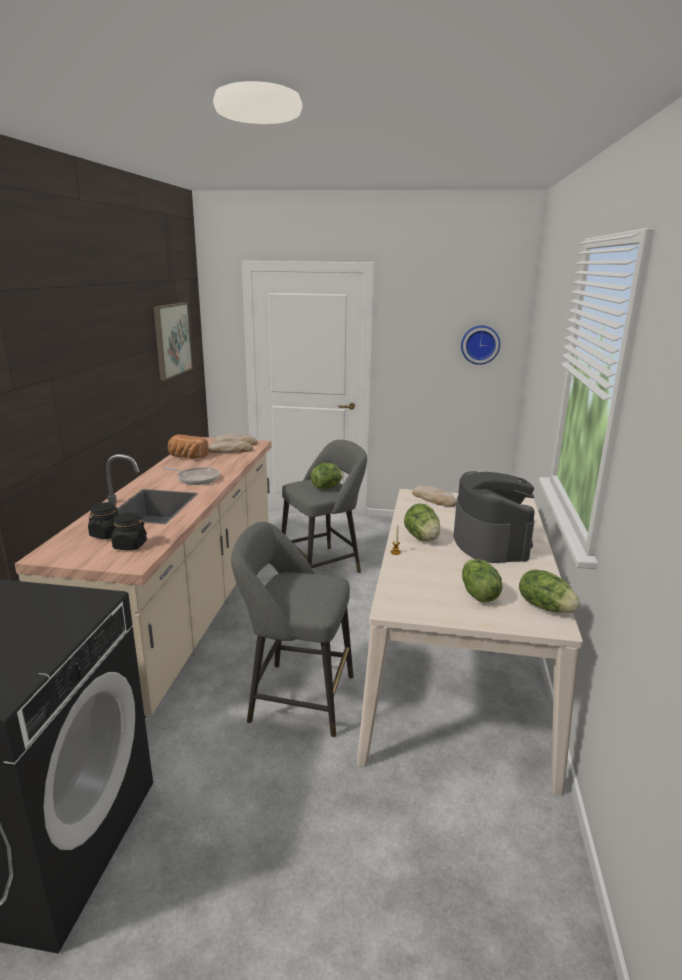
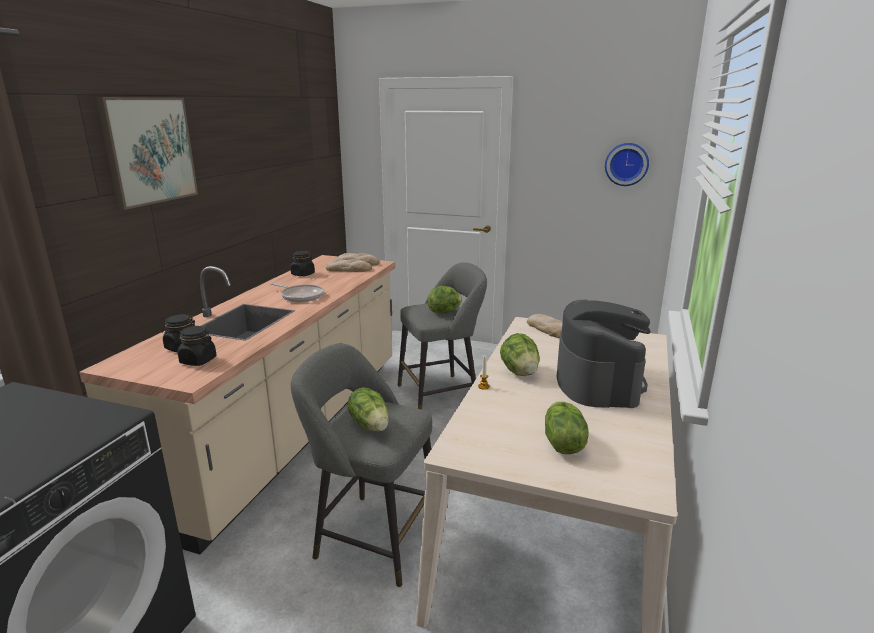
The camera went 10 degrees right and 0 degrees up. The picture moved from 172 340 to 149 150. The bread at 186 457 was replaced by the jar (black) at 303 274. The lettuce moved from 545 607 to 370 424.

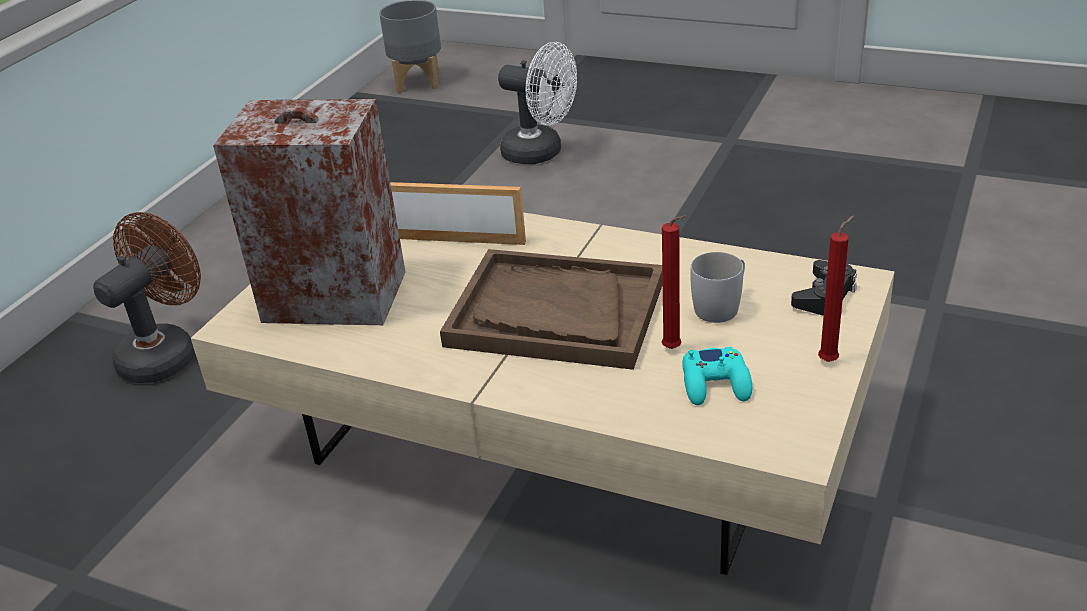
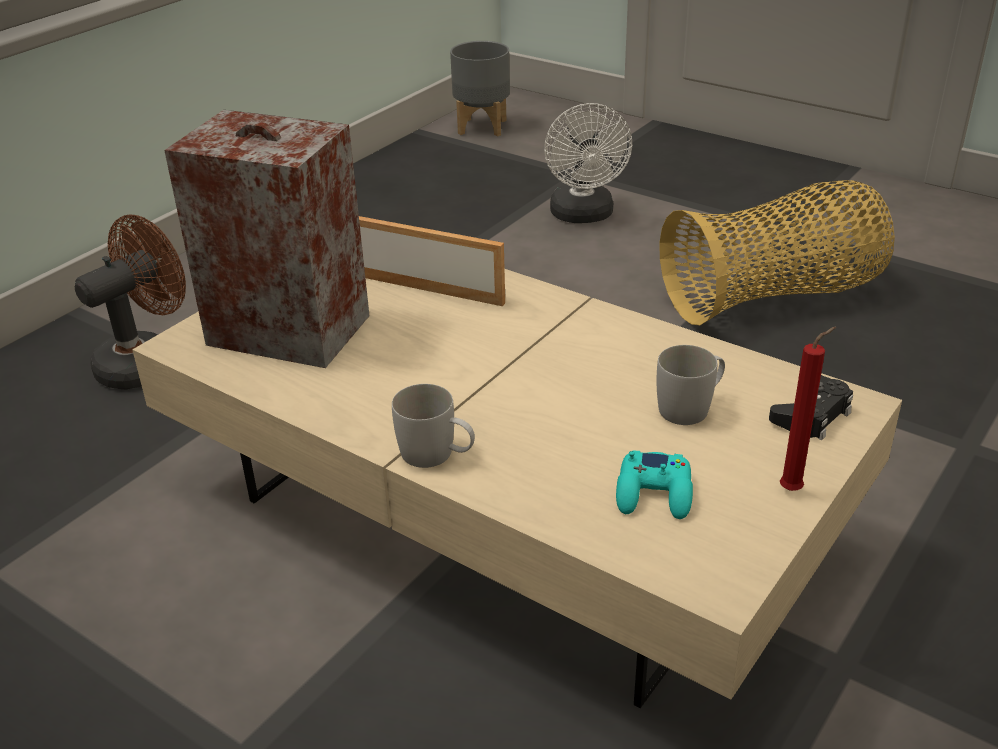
The camera went 10 degrees right and 0 degrees up. The fan (white) at 541 153 turned 45 degrees clockwise. The candle (red) at 674 350 disappeared. The tray (brown) at 555 313 disappeared. The basket at 773 297 appeared. The mug (white) at 437 455 appeared.

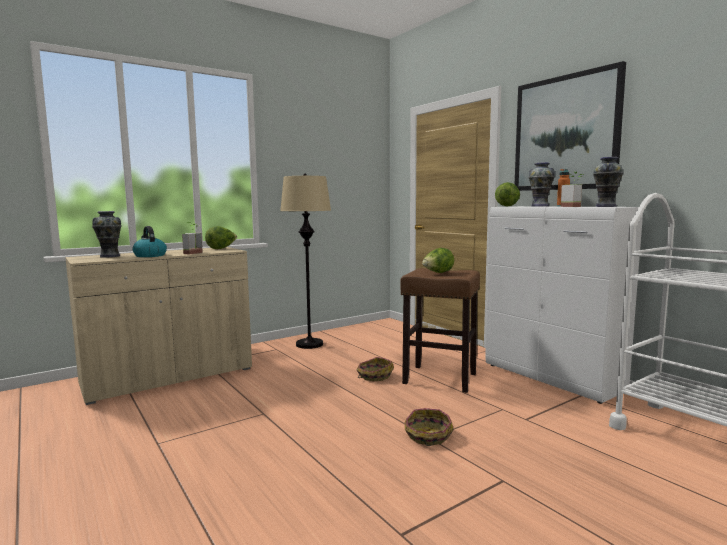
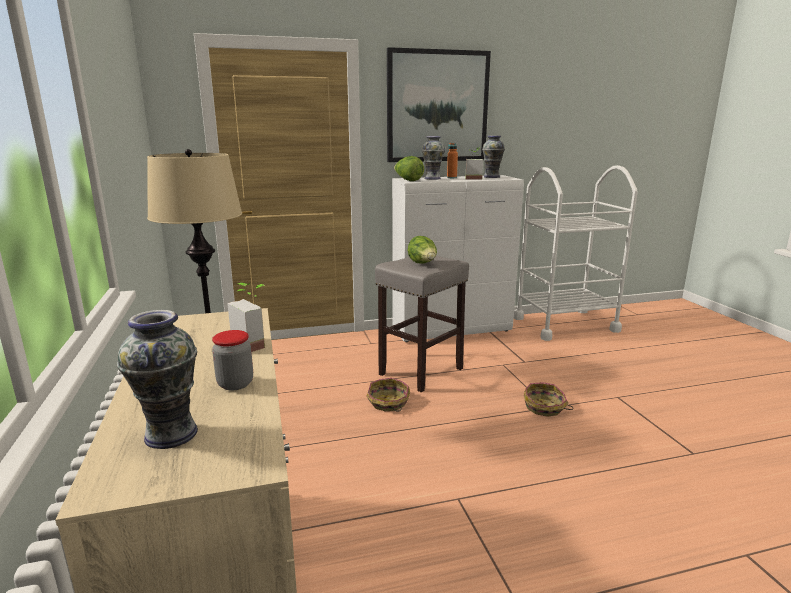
The camera went 70 degrees left and 10 degrees up. The kettle at 149 255 was replaced by the jar at 235 384. The lettuce at 221 248 disappeared. The stool (brown) at 439 378 became the stool (grey) at 420 372.

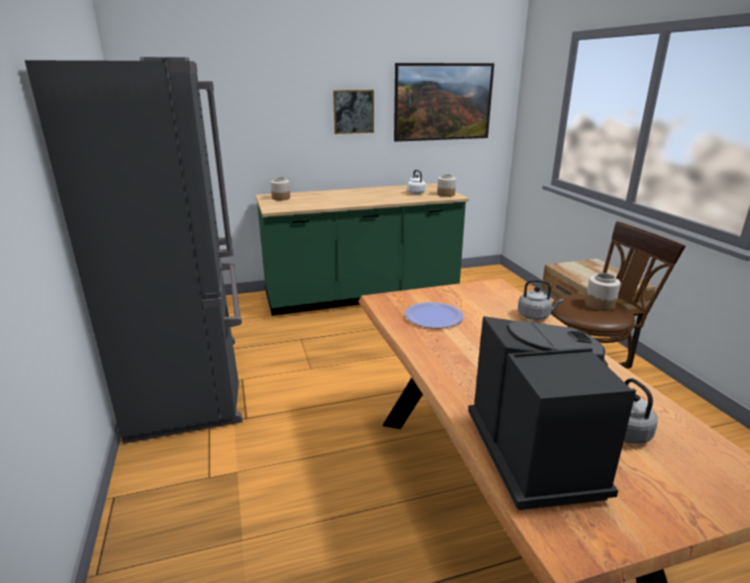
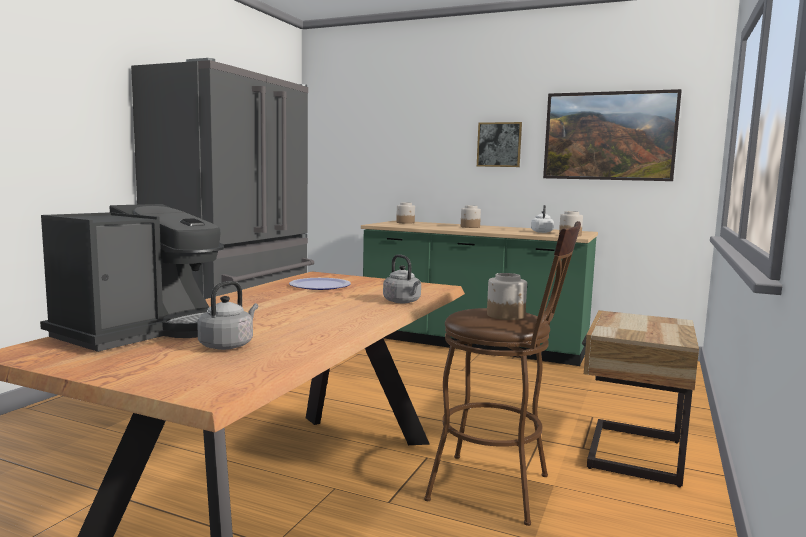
The camera went 40 degrees right and 15 degrees down. The jar at 470 227 appeared.

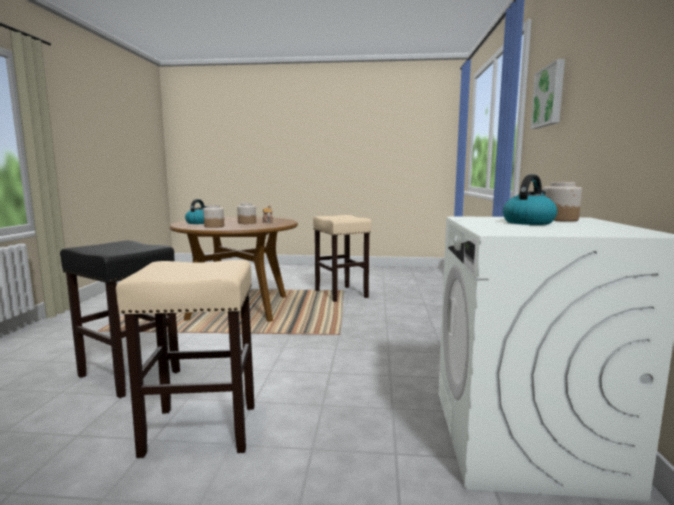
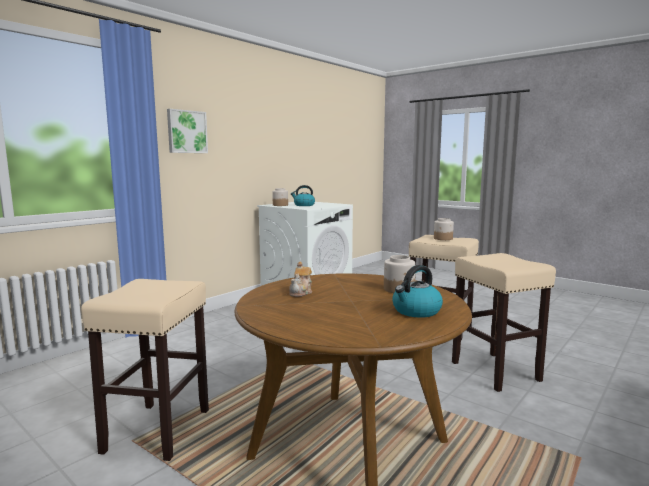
The camera went 145 degrees left and 0 degrees up. The jar moved from 247 223 to 443 238. The stool (black) at 128 374 became the stool (beige) at 496 371.

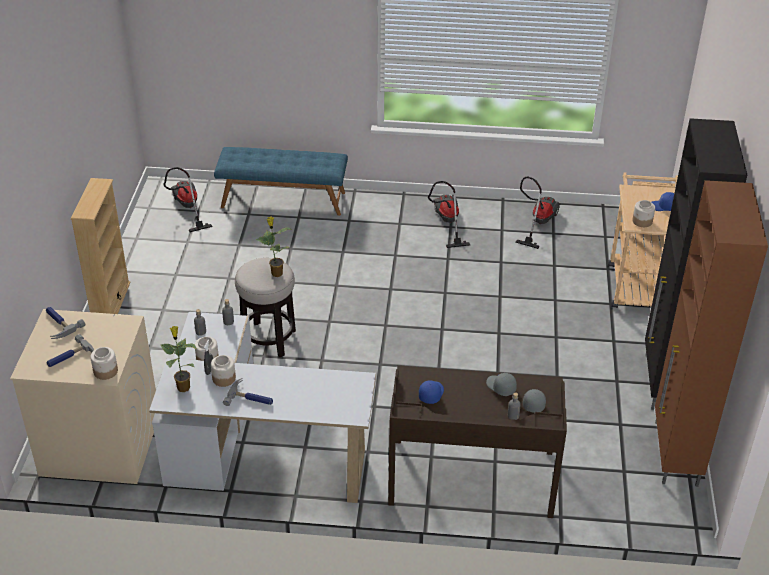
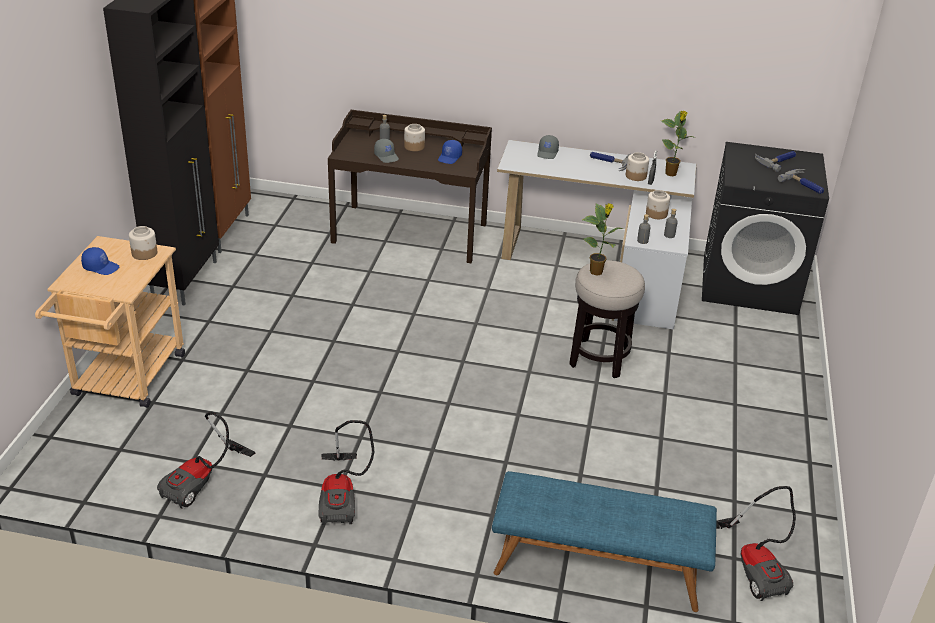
The camera went 175 degrees left and 5 degrees down. The bookcase (beige) at 111 302 disappeared. The washing machine (beige) at 99 445 became the washing machine (black) at 750 284. The jar moved from 106 371 to 414 146. The cap (grey) moved from 533 402 to 548 153.

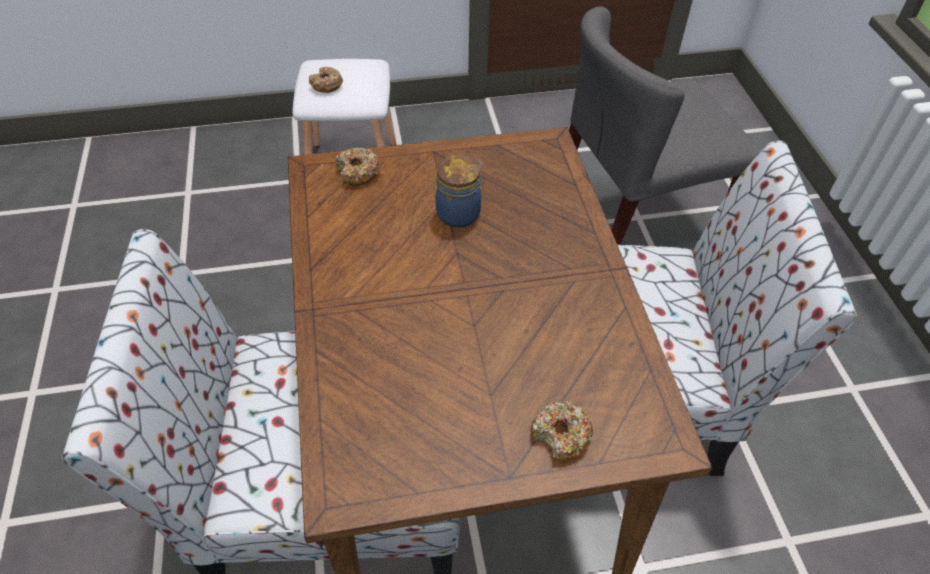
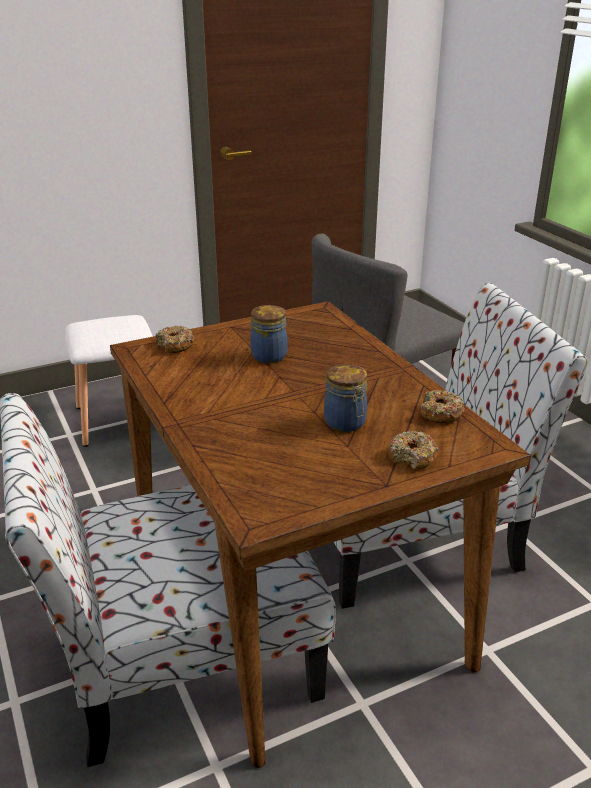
The camera went 15 degrees left and 20 degrees down. The donut moved from 326 85 to 440 413. The jar at 346 423 appeared.

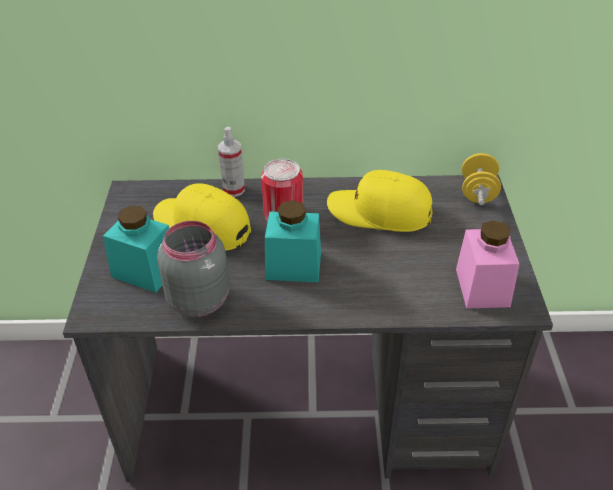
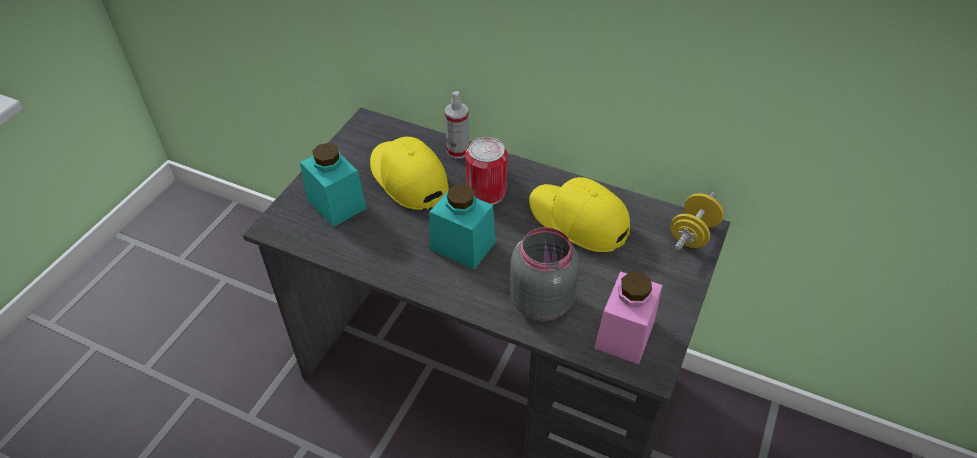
The camera went 25 degrees right and 5 degrees up. The jar (grey) moved from 198 299 to 541 300.

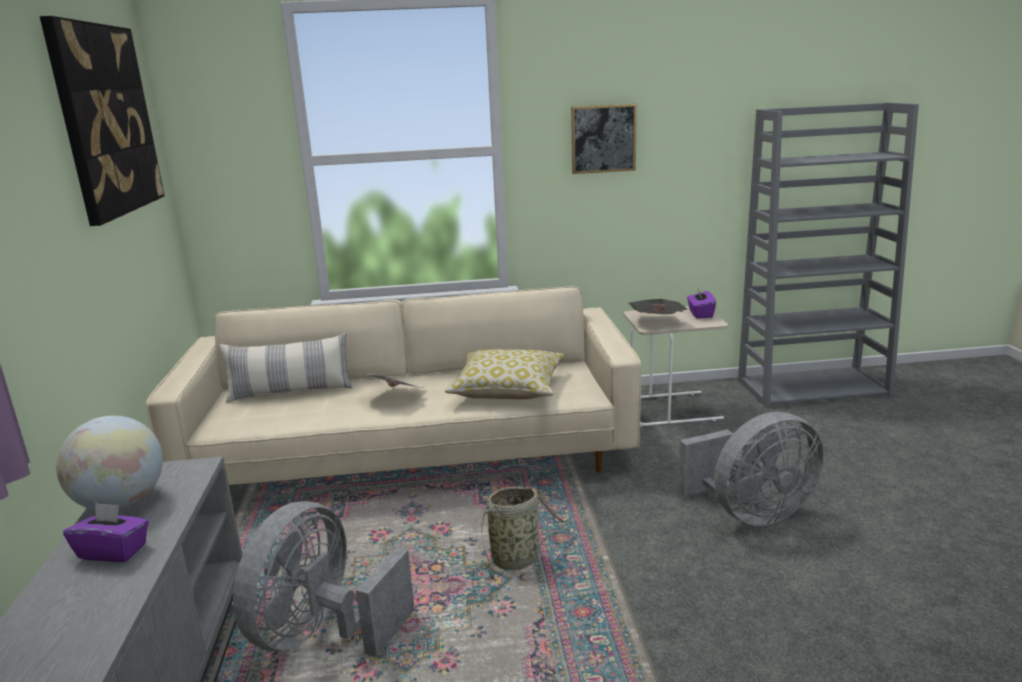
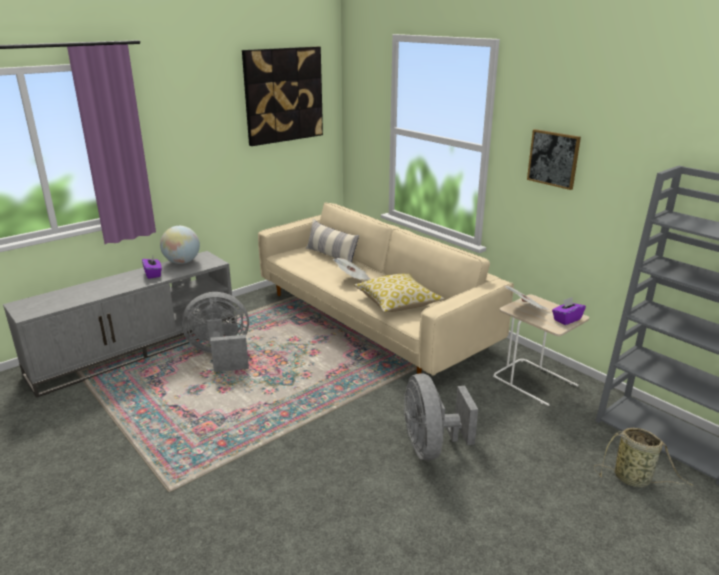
The camera went 55 degrees right and 5 degrees up. The fan (grey) at 751 513 turned 45 degrees clockwise. The basket moved from 518 559 to 634 479.

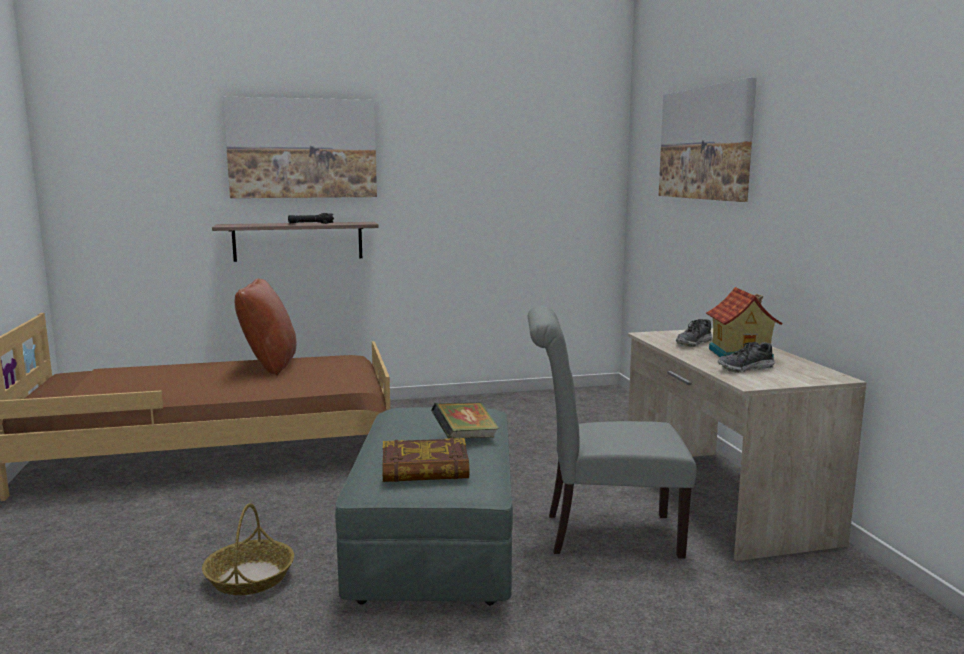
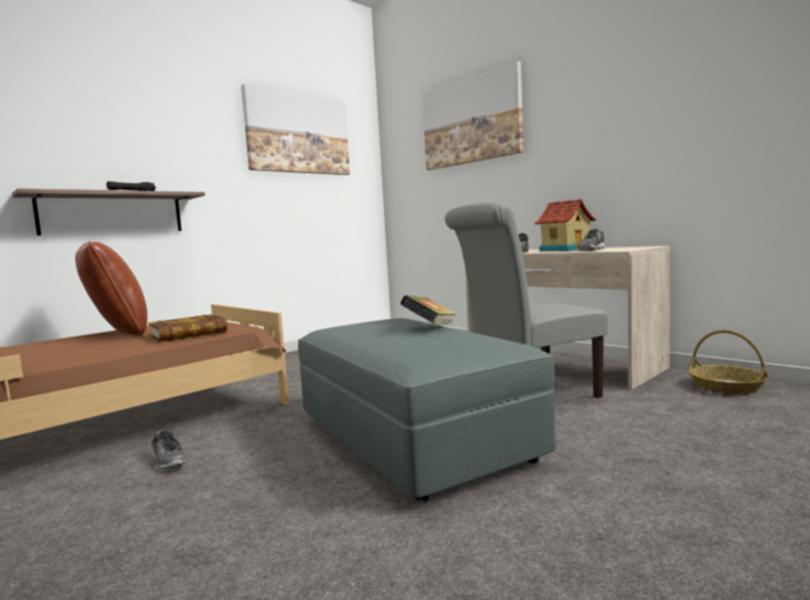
The camera went 30 degrees left and 5 degrees down. The picture moved from 302 148 to 298 134. The book moved from 425 468 to 188 334. The basket moved from 249 577 to 725 386. The shoe at 169 461 appeared.

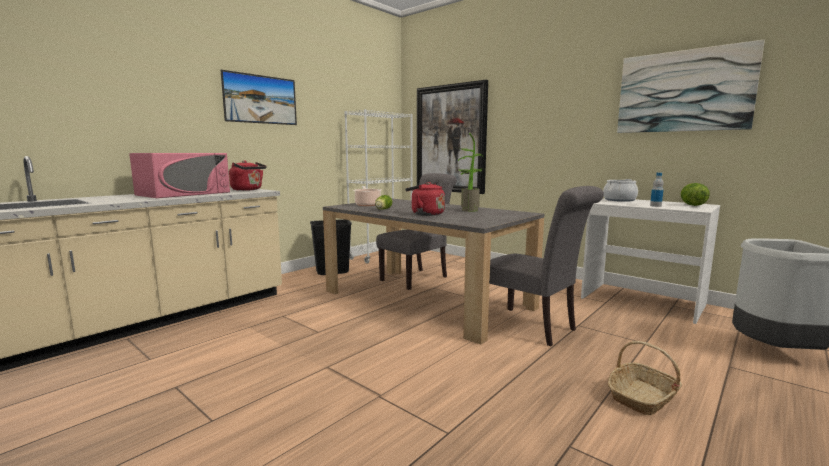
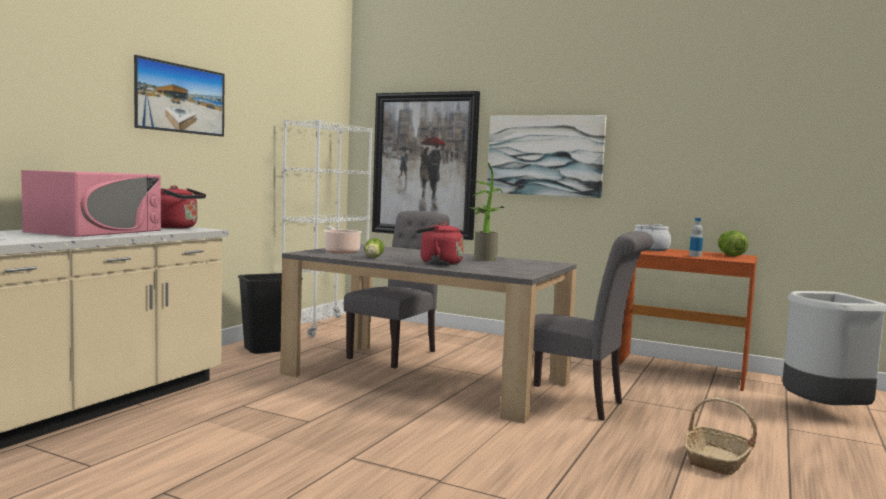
The camera went 15 degrees left and 5 degrees down. The picture moved from 683 91 to 544 155. The desk (white) at 641 301 became the desk (brown) at 679 371.

